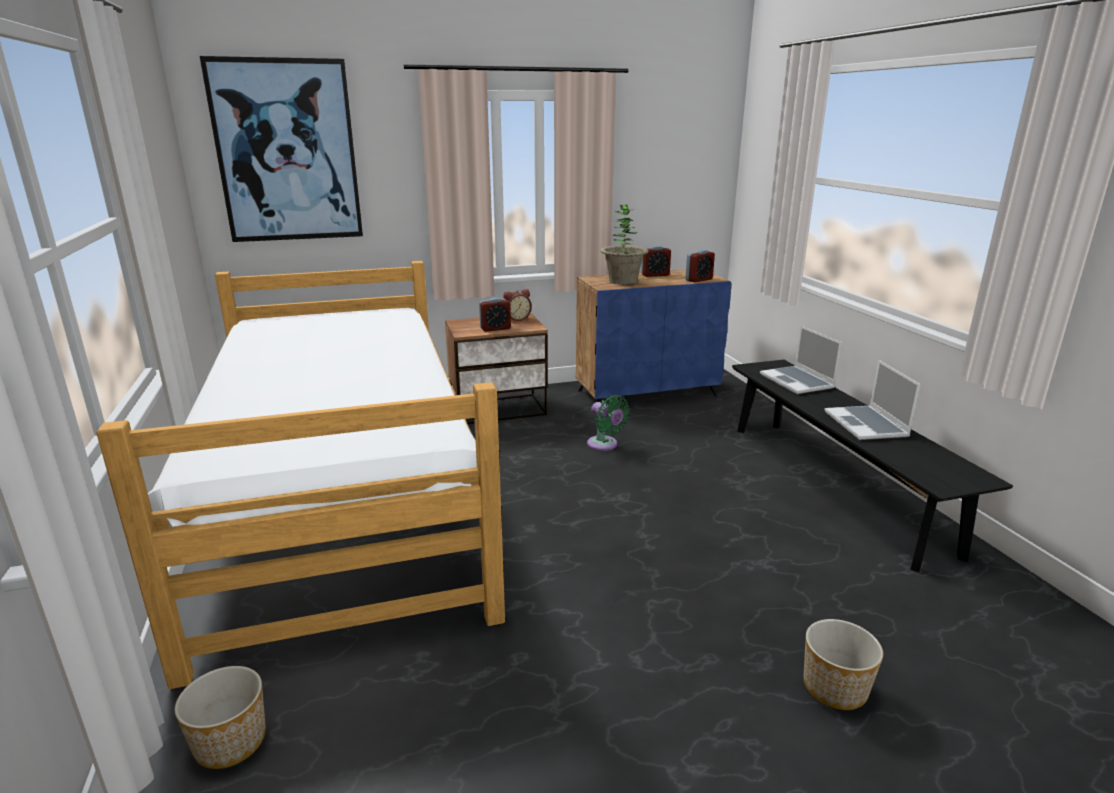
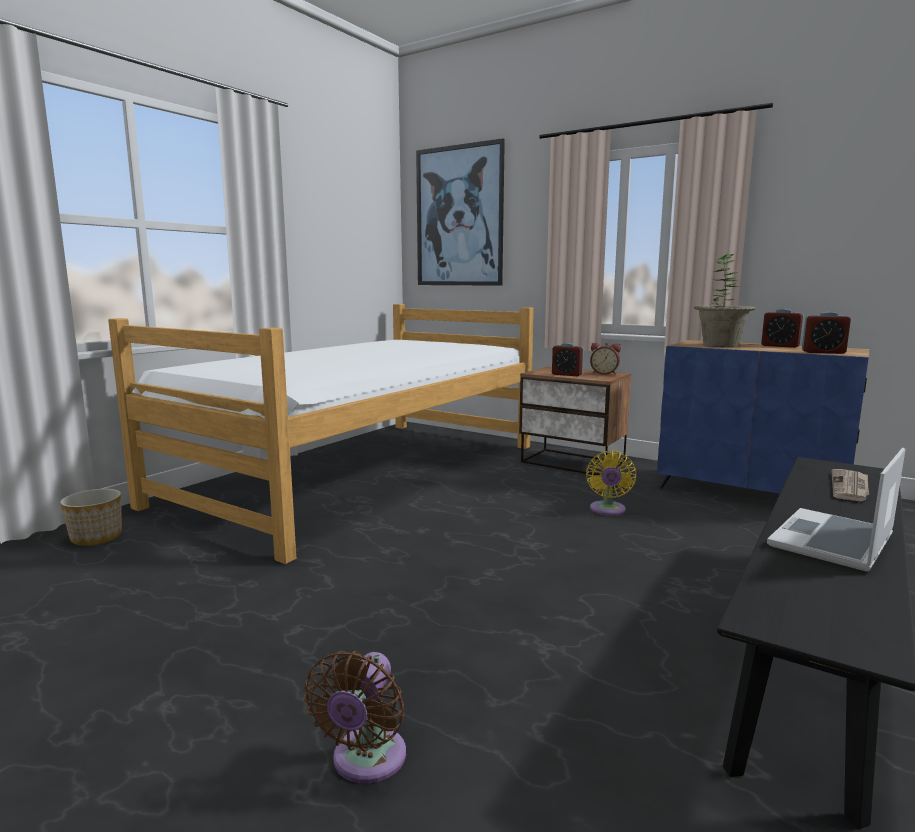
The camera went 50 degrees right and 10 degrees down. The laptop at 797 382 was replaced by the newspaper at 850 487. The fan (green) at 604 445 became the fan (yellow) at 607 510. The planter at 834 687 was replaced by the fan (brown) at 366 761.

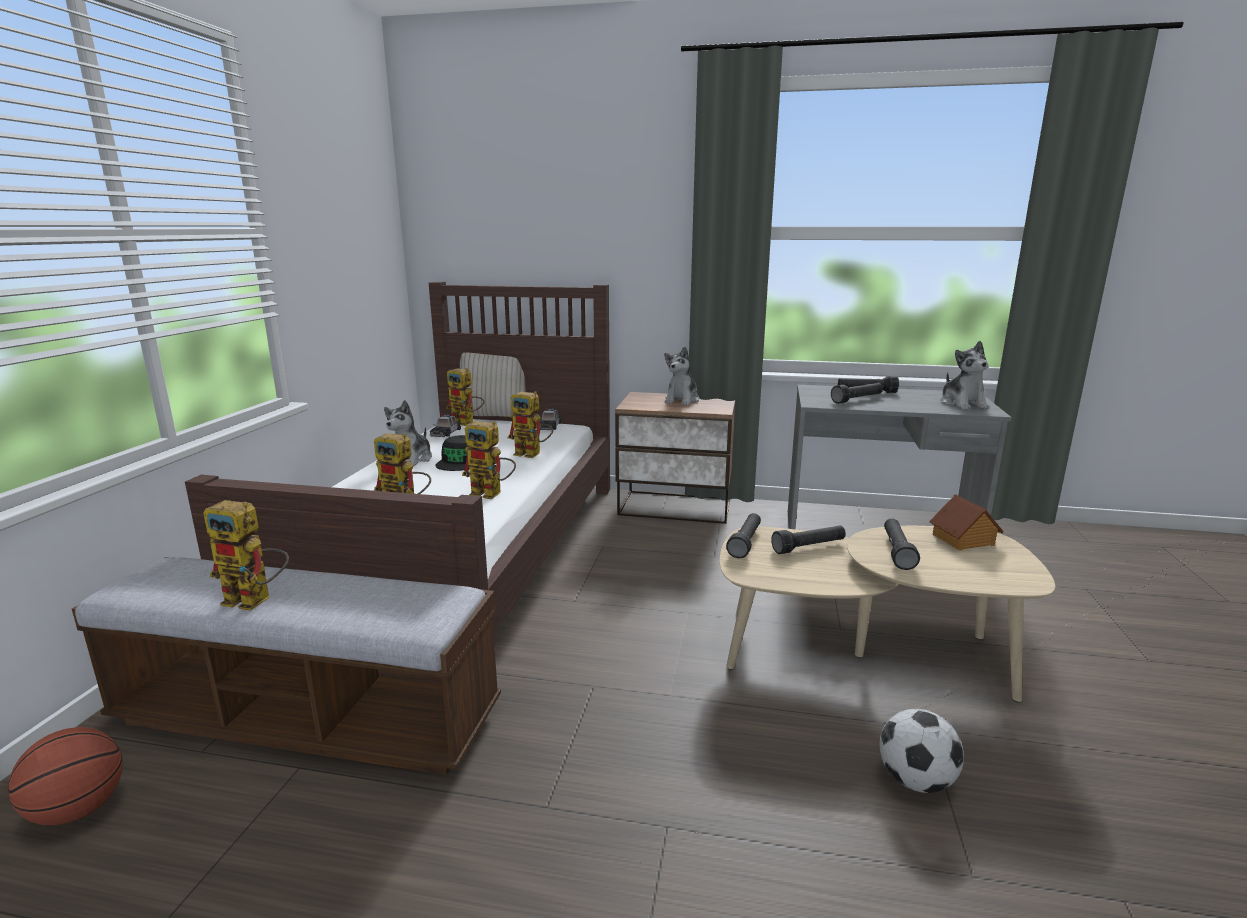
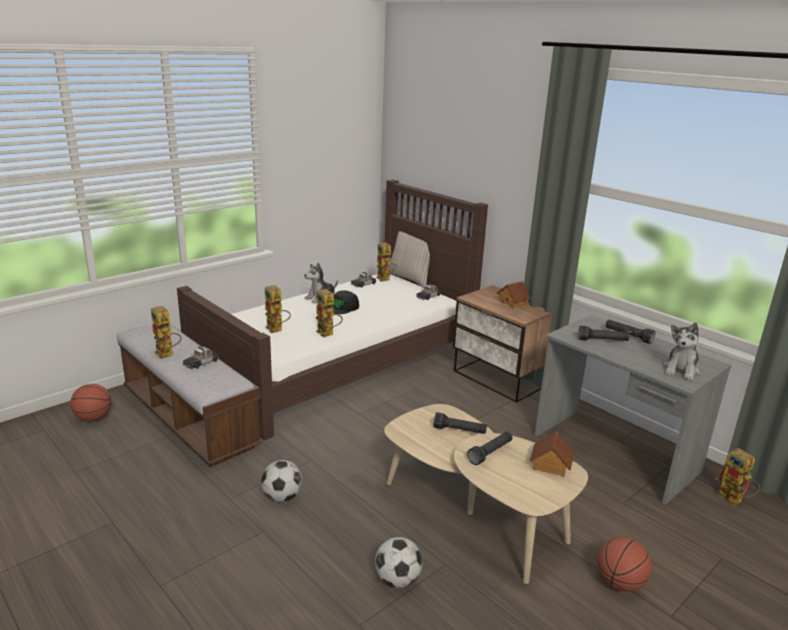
The camera went 35 degrees right and 5 degrees up. The plush toy at 682 400 was replaced by the toy house at 513 302. The toy robot moved from 533 454 to 734 500. The flashlight (black) at 745 543 disappeared. The toy car at 201 362 appeared. The football at 282 497 appeared. The basketball at 619 583 appeared.

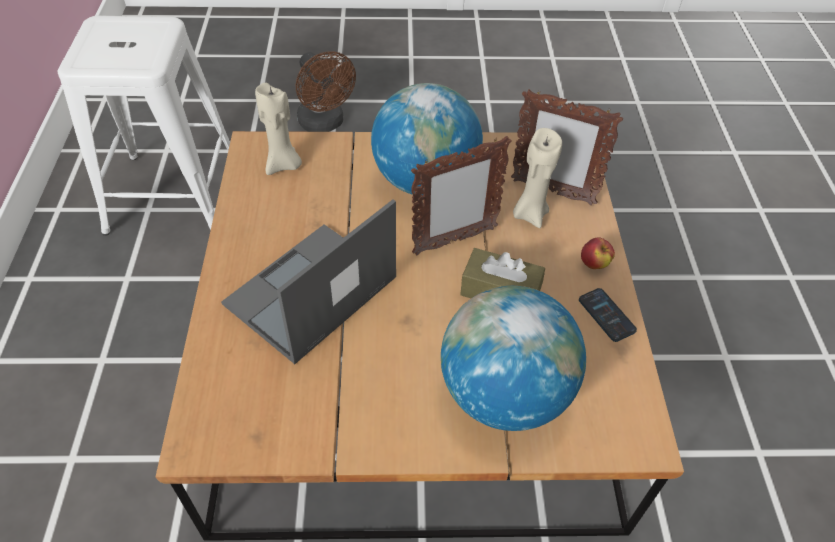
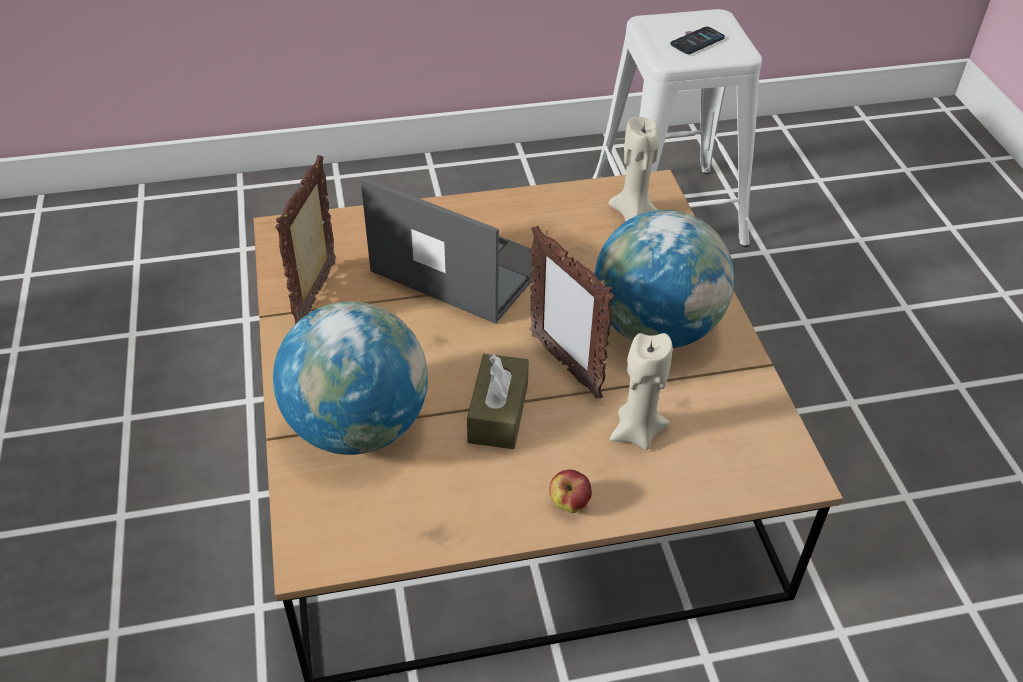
The camera went 80 degrees right and 5 degrees down. The fan (brown) at 324 124 disappeared. The picture frame moved from 552 192 to 317 295. The phone moved from 606 315 to 697 41.

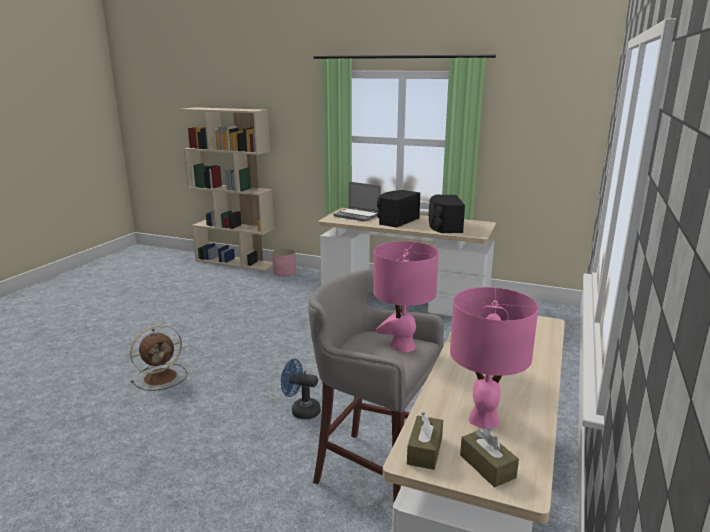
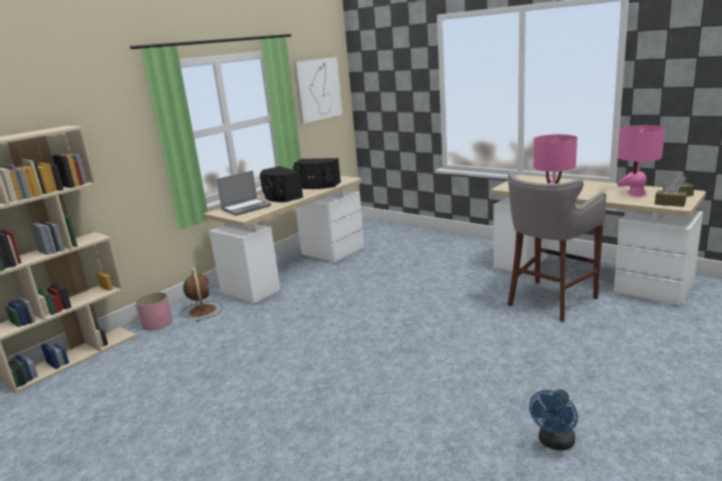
The camera went 70 degrees left and 0 degrees up. The fan (brown) moved from 162 377 to 202 310. The fan (blue) moved from 301 410 to 555 443. The picture at 318 89 appeared.

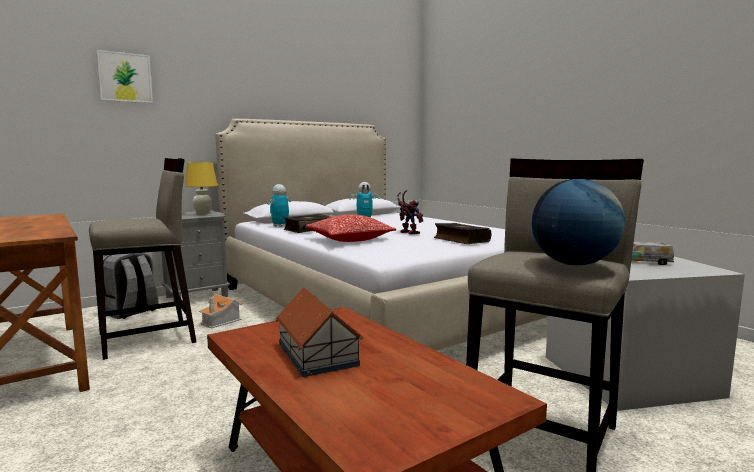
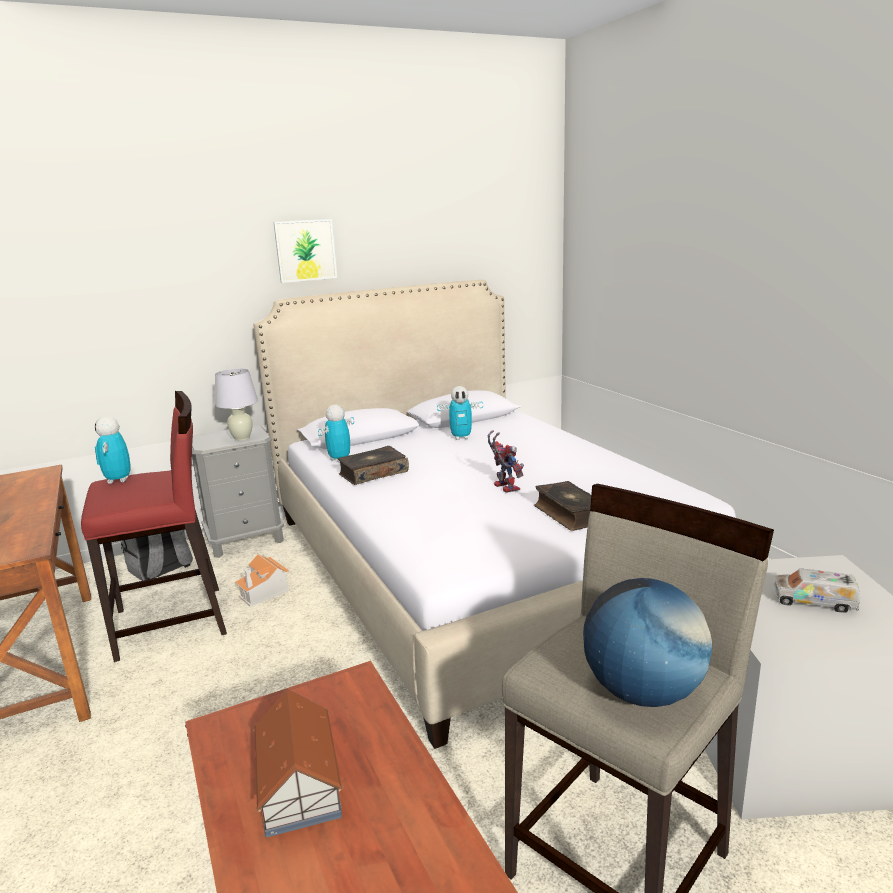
The camera went 10 degrees right and 10 degrees up. The picture moved from 125 77 to 305 250. The stool (beige) at 148 338 became the stool (red) at 172 622. The table lamp (yellow) at 202 214 became the table lamp (white) at 241 438. The pillow at 349 240 disappeared. The toy robot at 118 480 appeared.

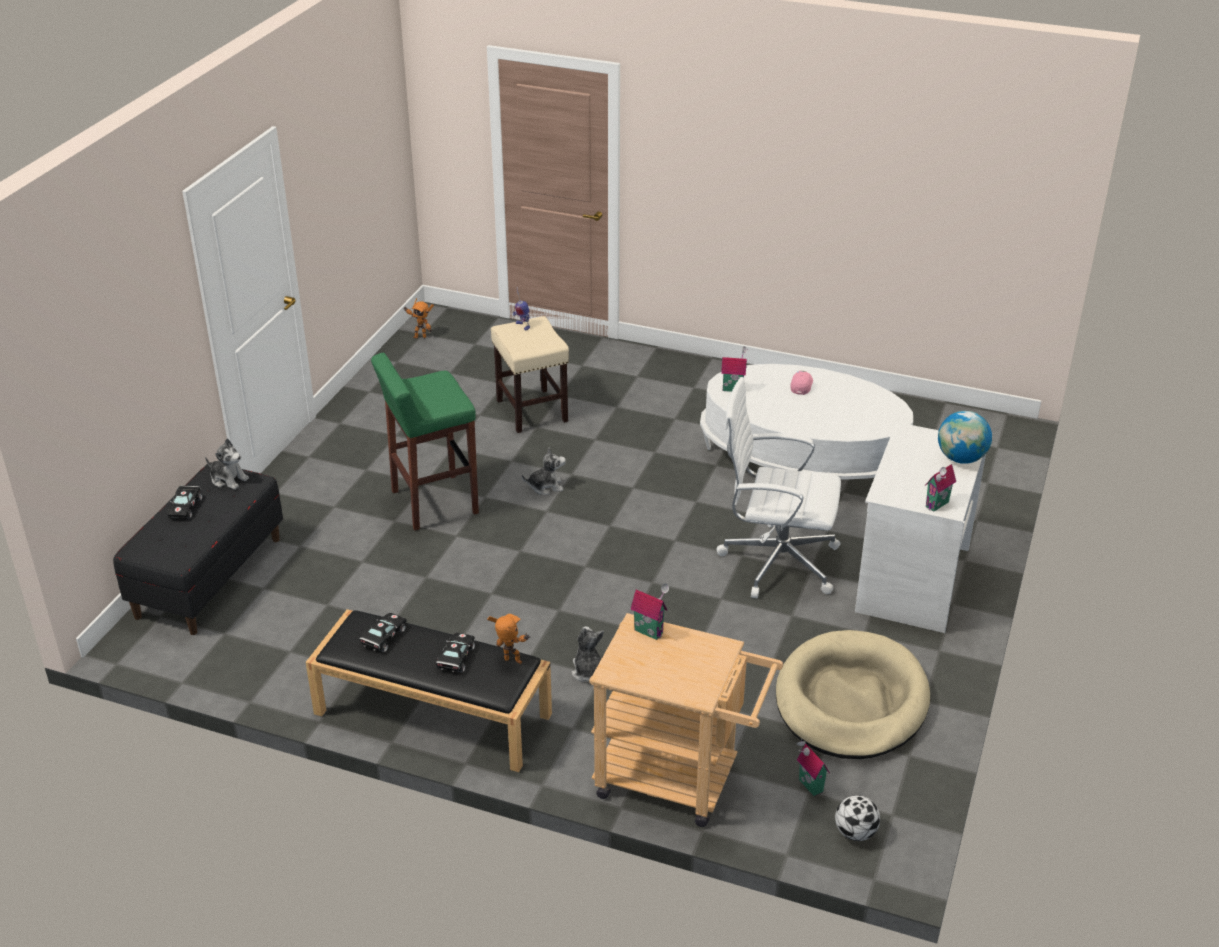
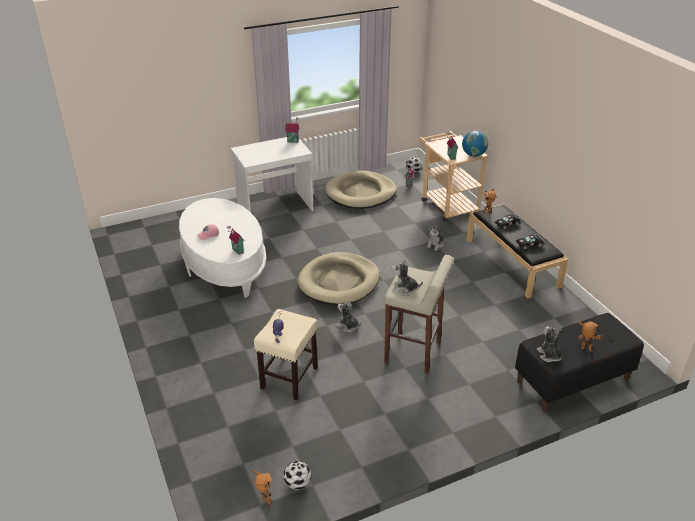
The camera went 135 degrees left and 0 degrees up. The stool (green) at 433 503 became the stool (beige) at 413 352. The office chair (white) at 776 561 disappeared. The globe moved from 961 458 to 473 155. The toy car (black) at 185 507 was replaced by the toy robot at 586 351. The dog bed (beige) at 339 282 appeared. The plush toy at 404 289 appeared. The football at 298 484 appeared.

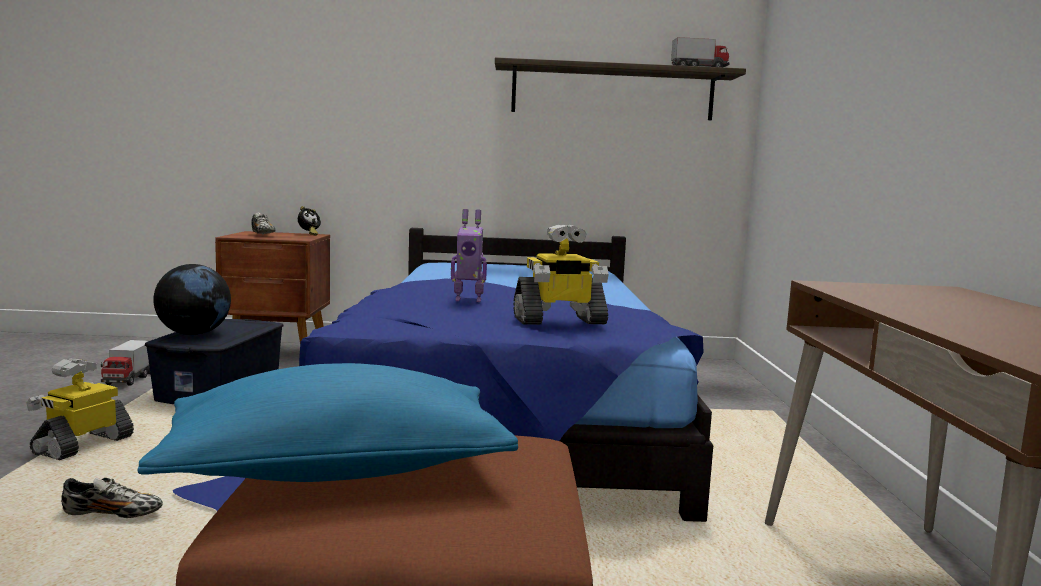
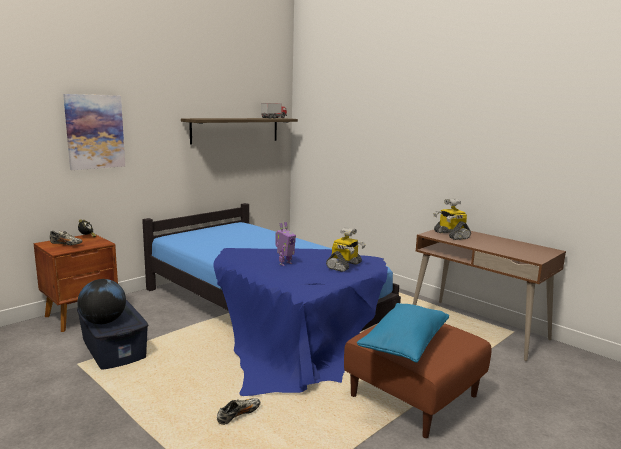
The camera went 45 degrees left and 5 degrees up. The toy truck at 128 379 disappeared. The toy robot moved from 83 445 to 450 235. The picture at 95 131 appeared.

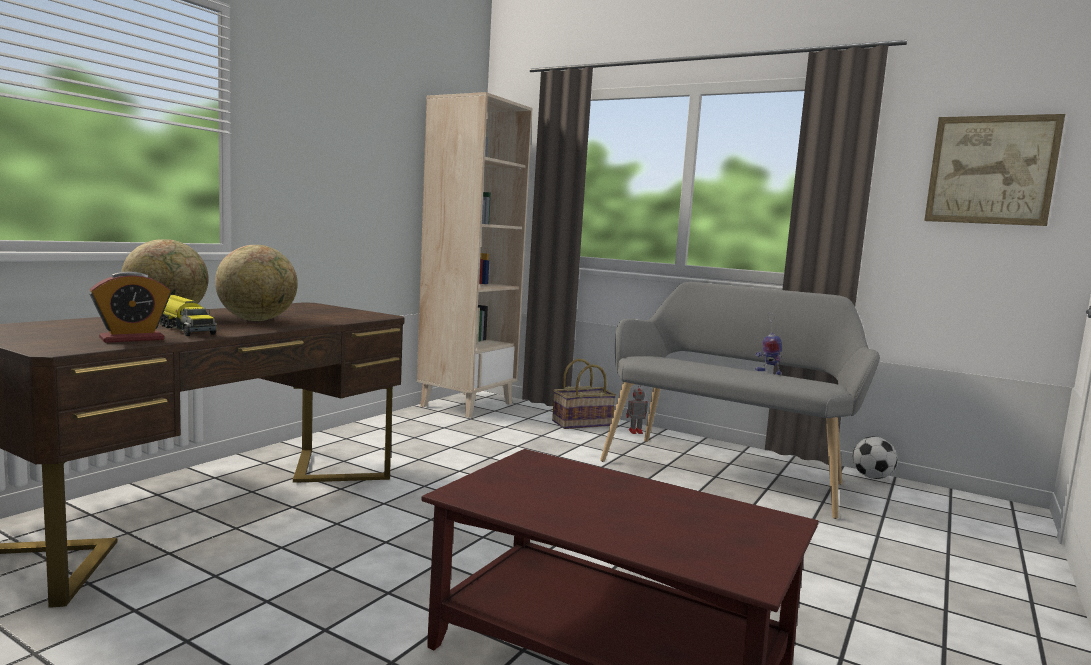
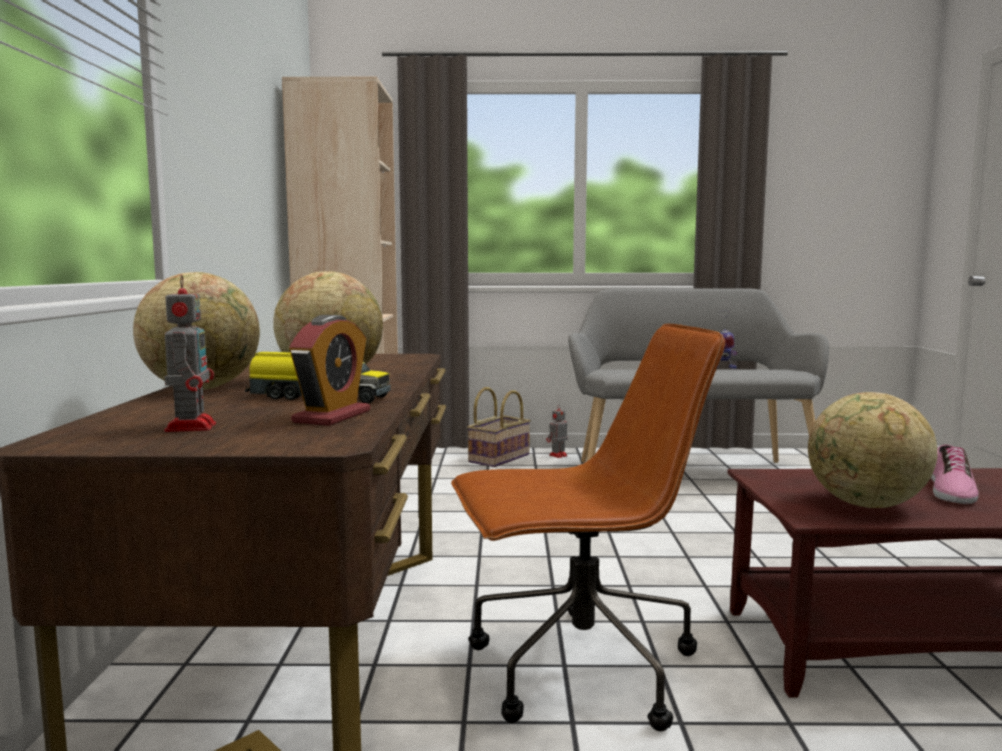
The camera went 30 degrees left and 0 degrees up. The picture at 991 170 disappeared. The football at 872 477 disappeared. The toy robot at 191 426 appeared. The office chair (brown) at 579 670 appeared. The globe at 866 505 appeared. The shoe at 949 490 appeared.

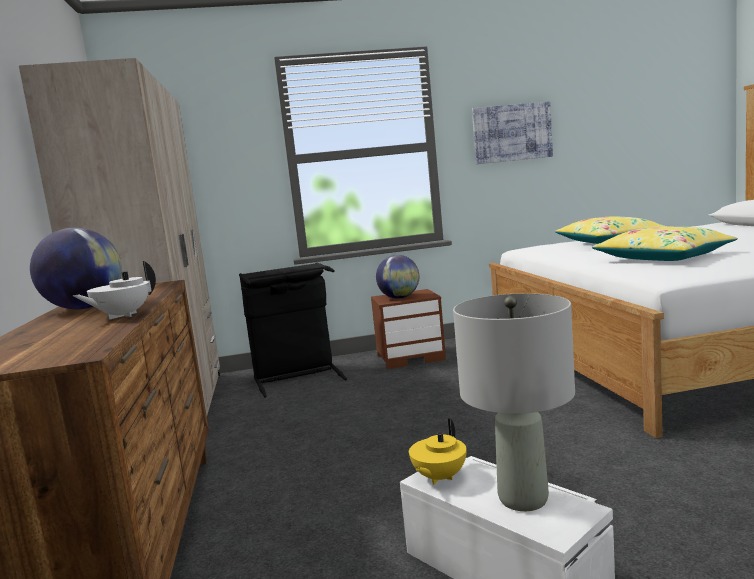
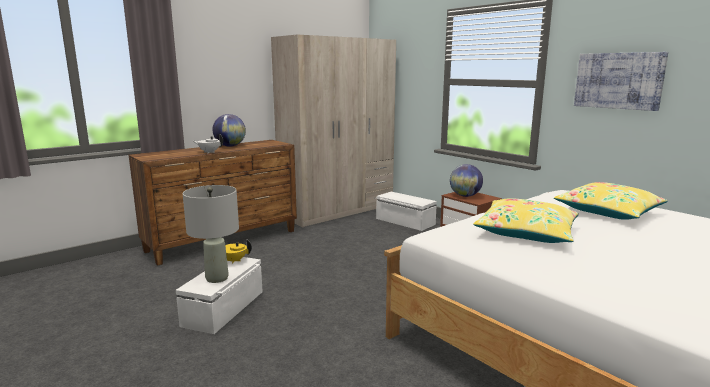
The camera went 60 degrees right and 5 degrees up. The laundry basket (black) at 297 377 was replaced by the storage box (white) at 404 221.

